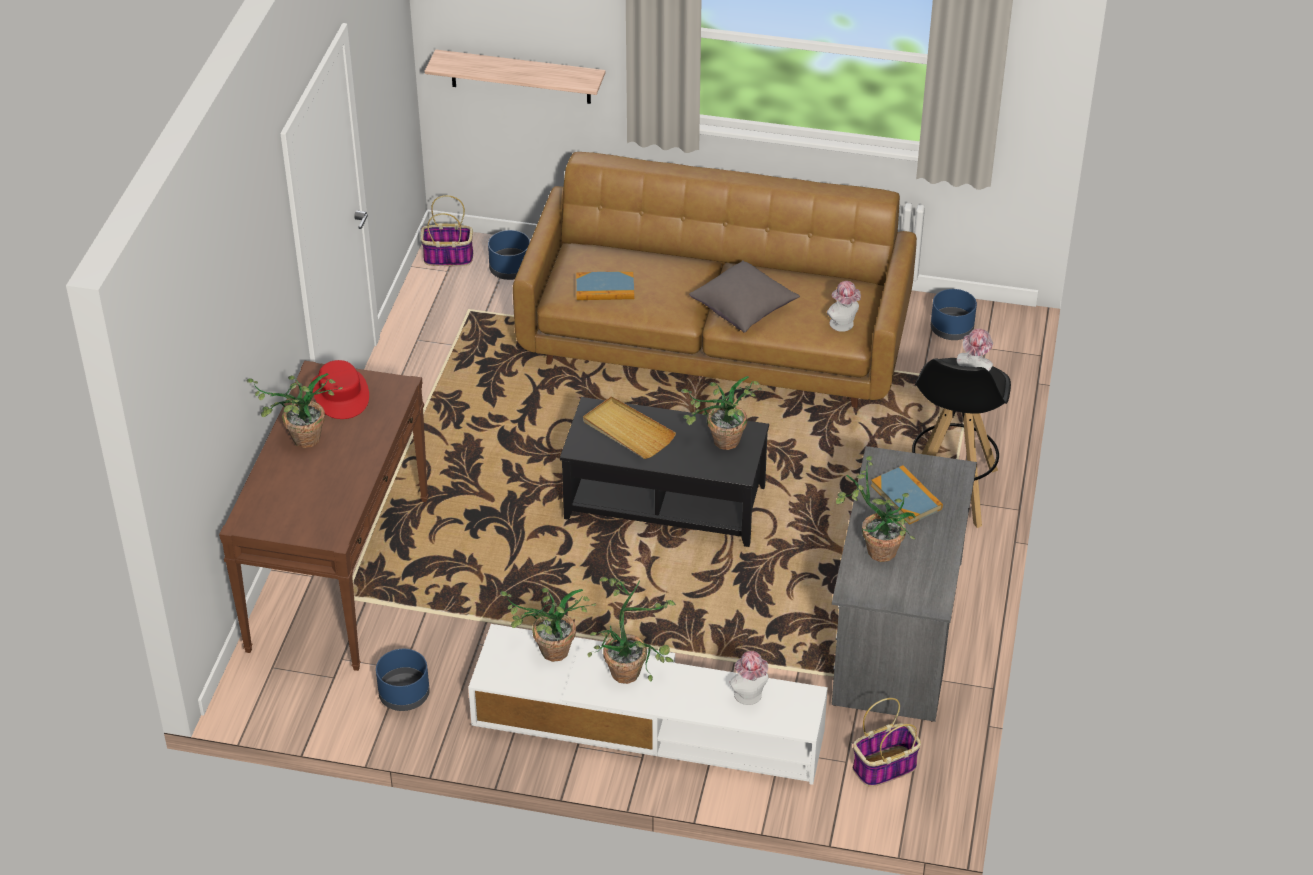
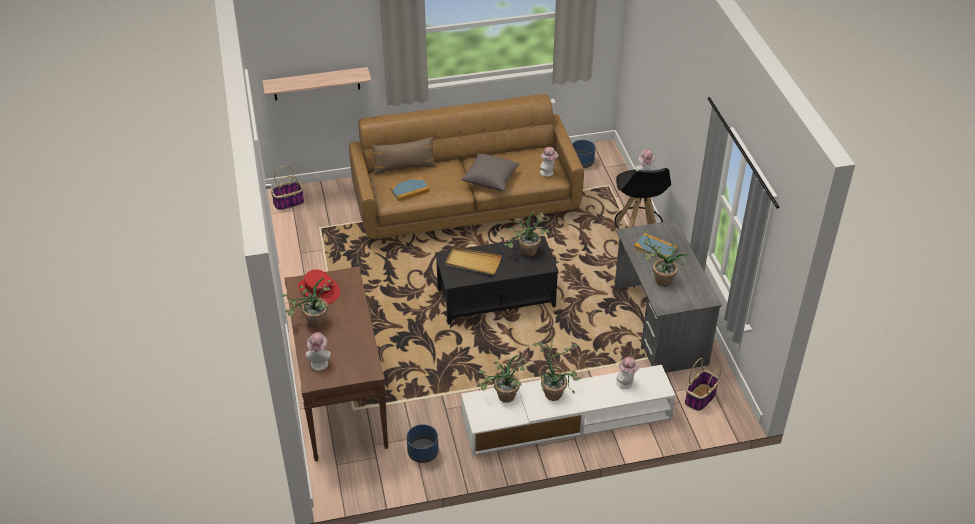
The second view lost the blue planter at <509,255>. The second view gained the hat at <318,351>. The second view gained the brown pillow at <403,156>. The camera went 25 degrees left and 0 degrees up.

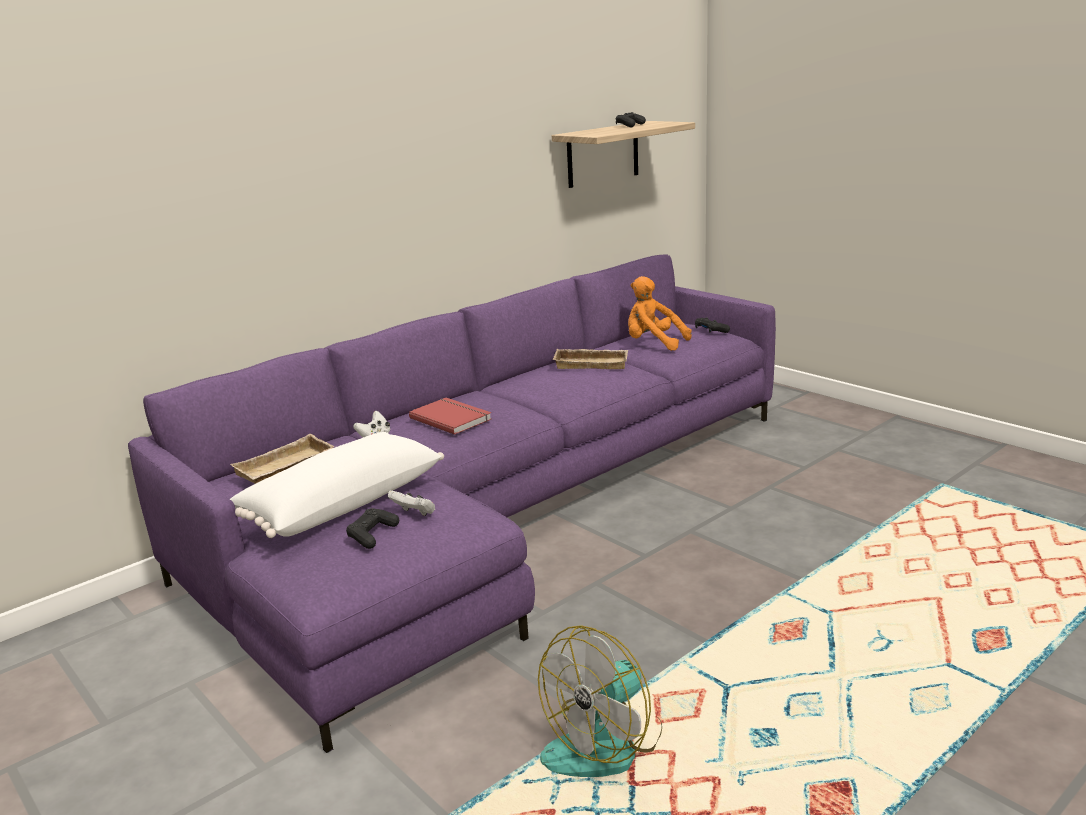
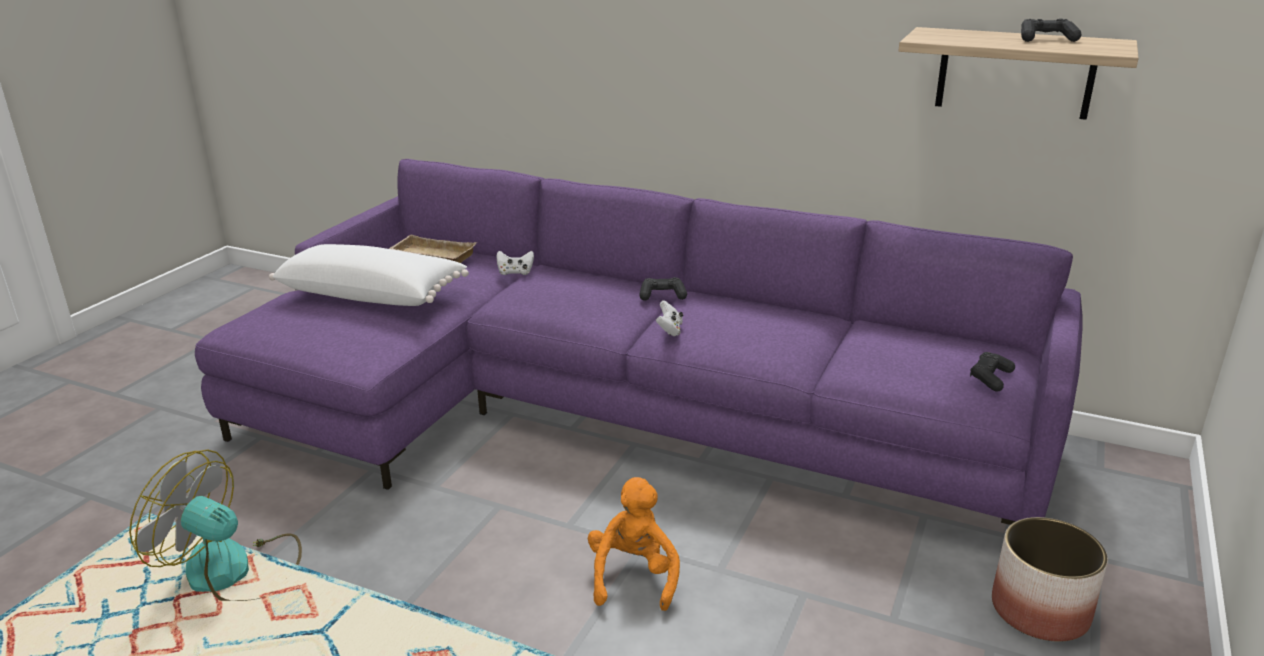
The black game controller ended up elsewhere, having gone from <372,528> to <663,289>. The white game controller ended up elsewhere, having gone from <411,503> to <669,318>. The second view lost the red book at <450,416>. The second view lost the beige tray at <590,359>. The orange plush toy ended up elsewhere, having gone from <660,313> to <634,544>. The second view gained the planter at <1050,579>. The camera went 65 degrees right and 5 degrees up.

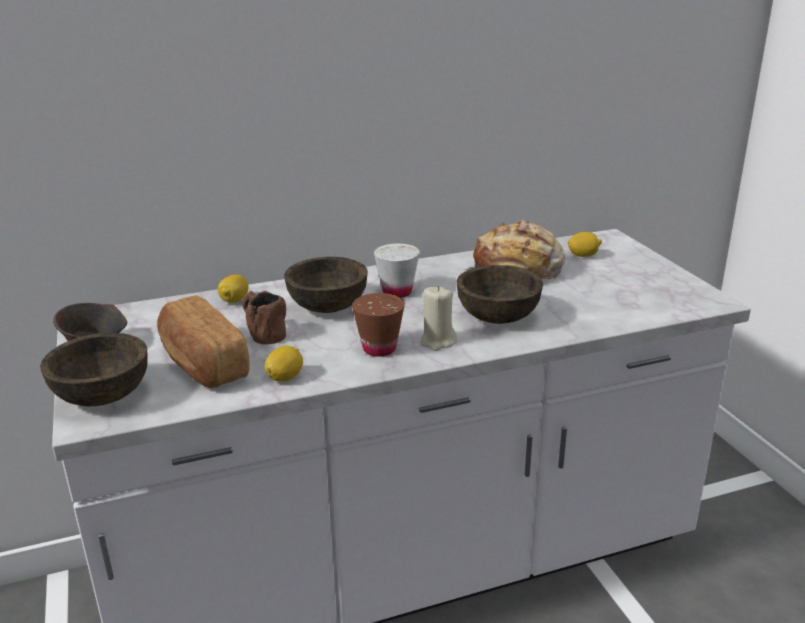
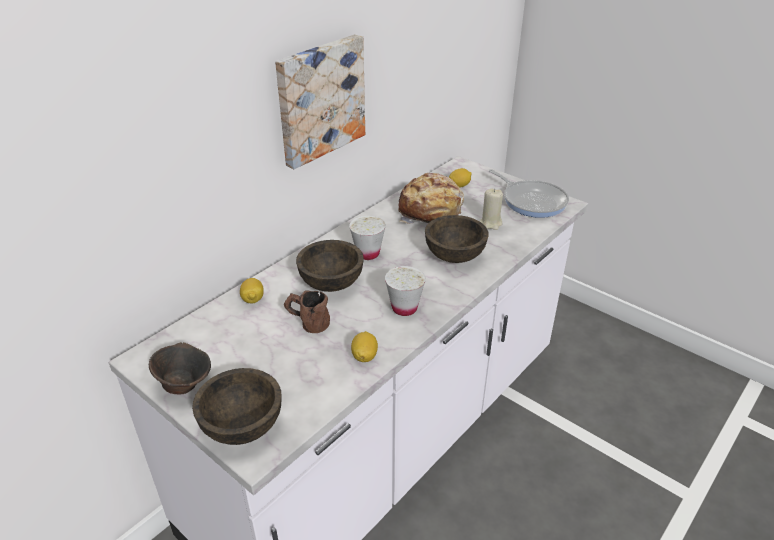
The second view lost the bread at <203,341>. What was the brown cup at <378,325> turned into the white cup at <405,291>. The beige candle ended up elsewhere, having gone from <438,318> to <491,209>. The second view gained the picture at <320,101>. The second view gained the frying pan at <528,193>. The camera went 30 degrees left and 10 degrees up.

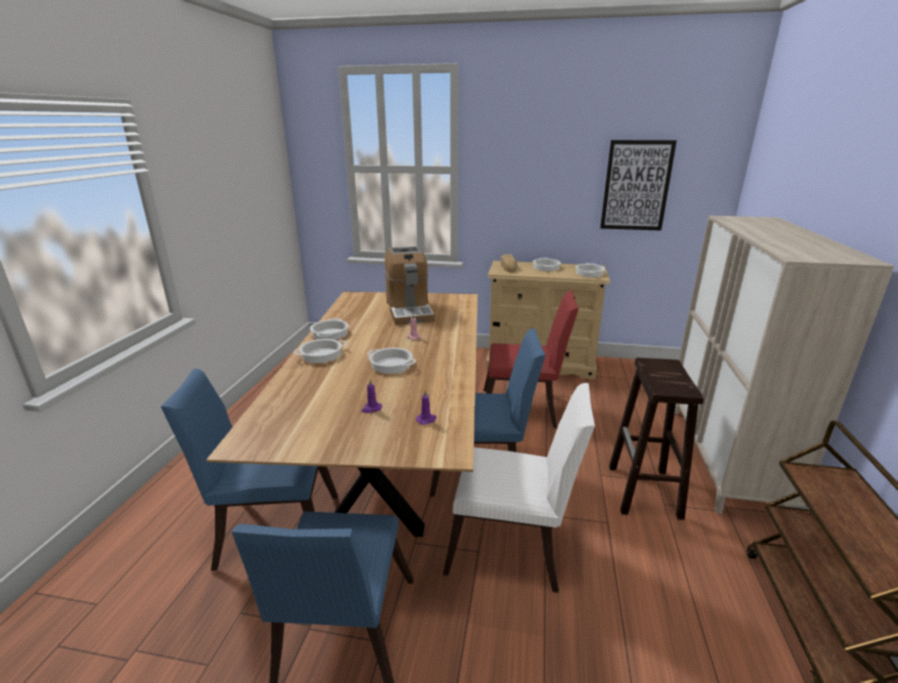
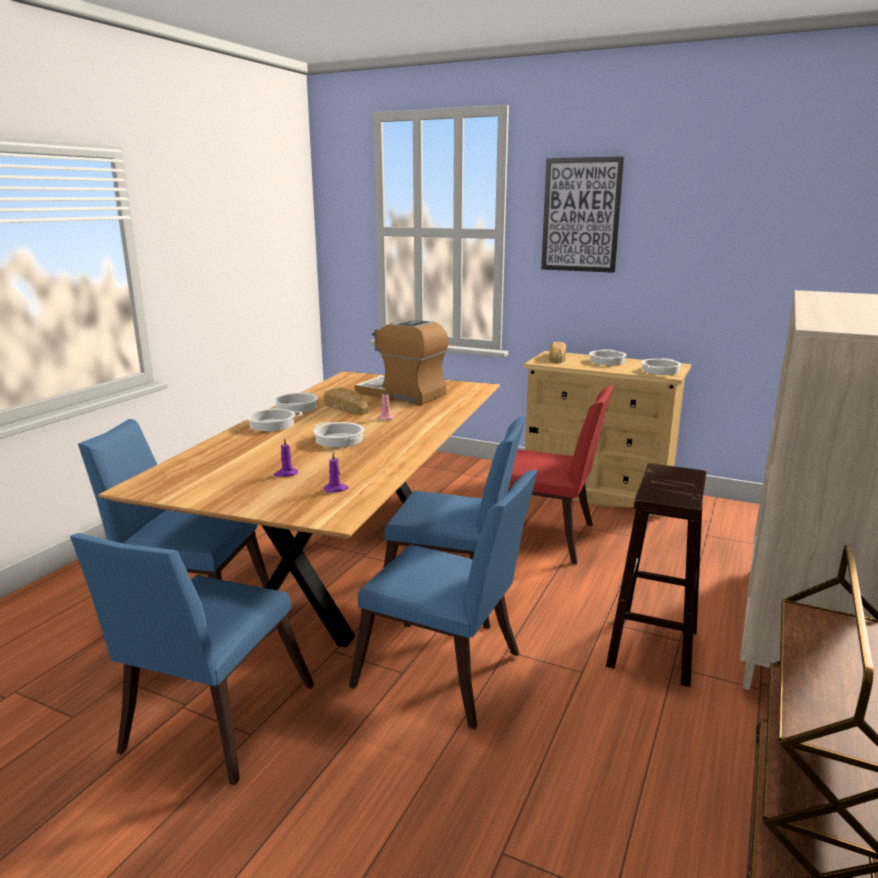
The coffee machine at <410,285> ended up facing another way, 120 degrees clockwise from before. What was the white chair at <519,488> turned into the blue chair at <443,599>. The picture ended up elsewhere, having gone from <638,185> to <582,214>. The second view gained the bread at <346,401>. The camera went 15 degrees right and 5 degrees down.

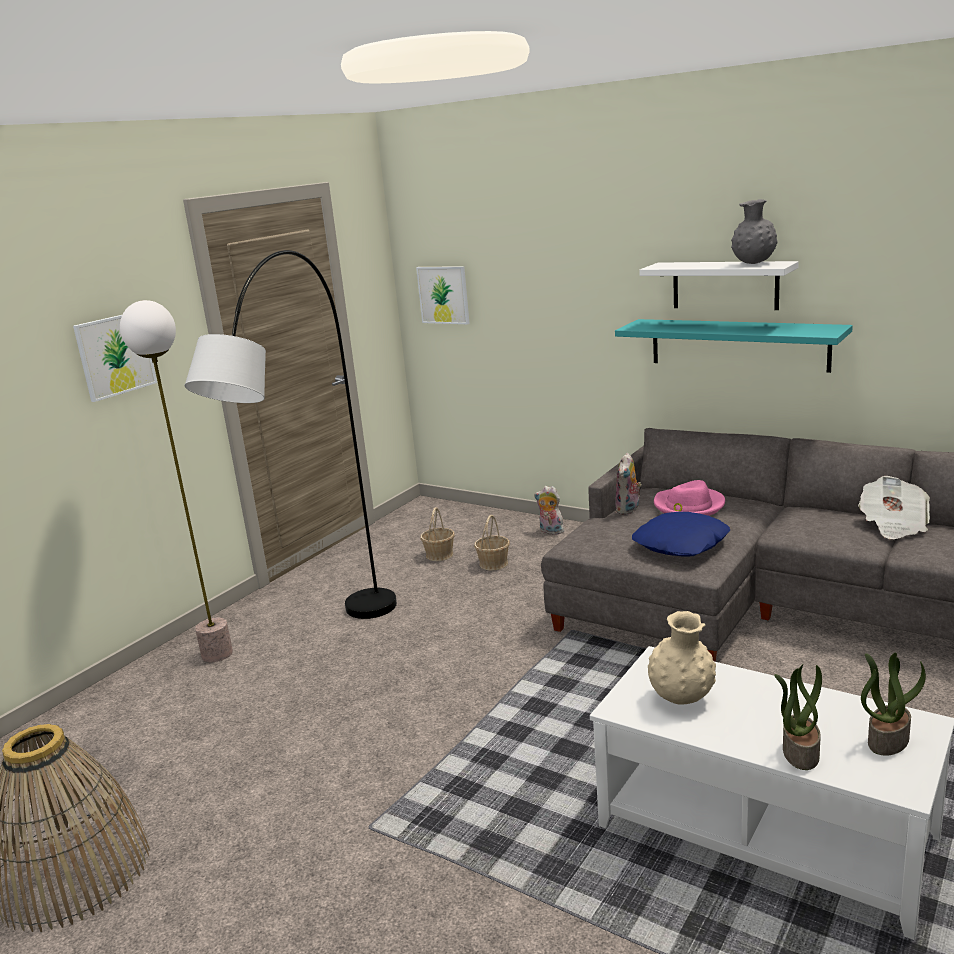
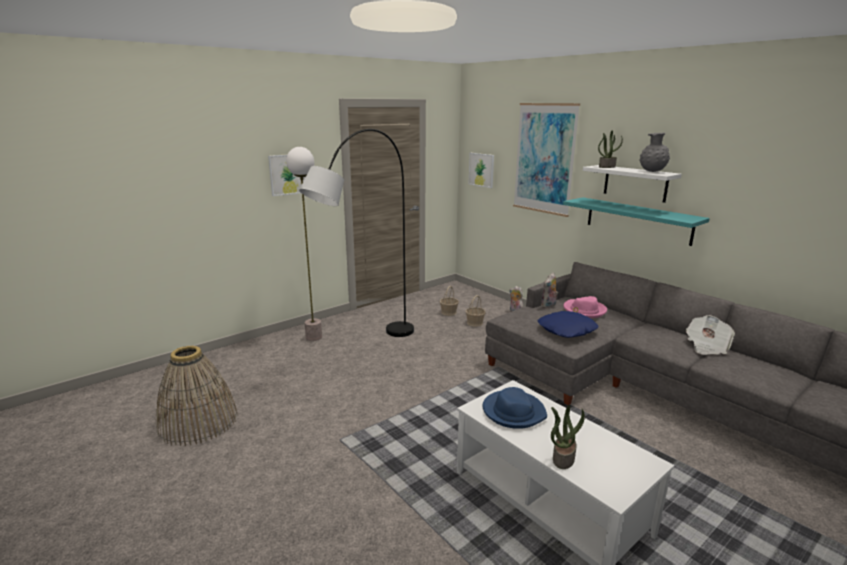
Where the beige vase stood at <682,658>, the blue hat came to stand at <515,408>. The potted plant ended up elsewhere, having gone from <893,704> to <610,149>. The second view gained the picture at <546,160>. The camera went 15 degrees right and 0 degrees up.

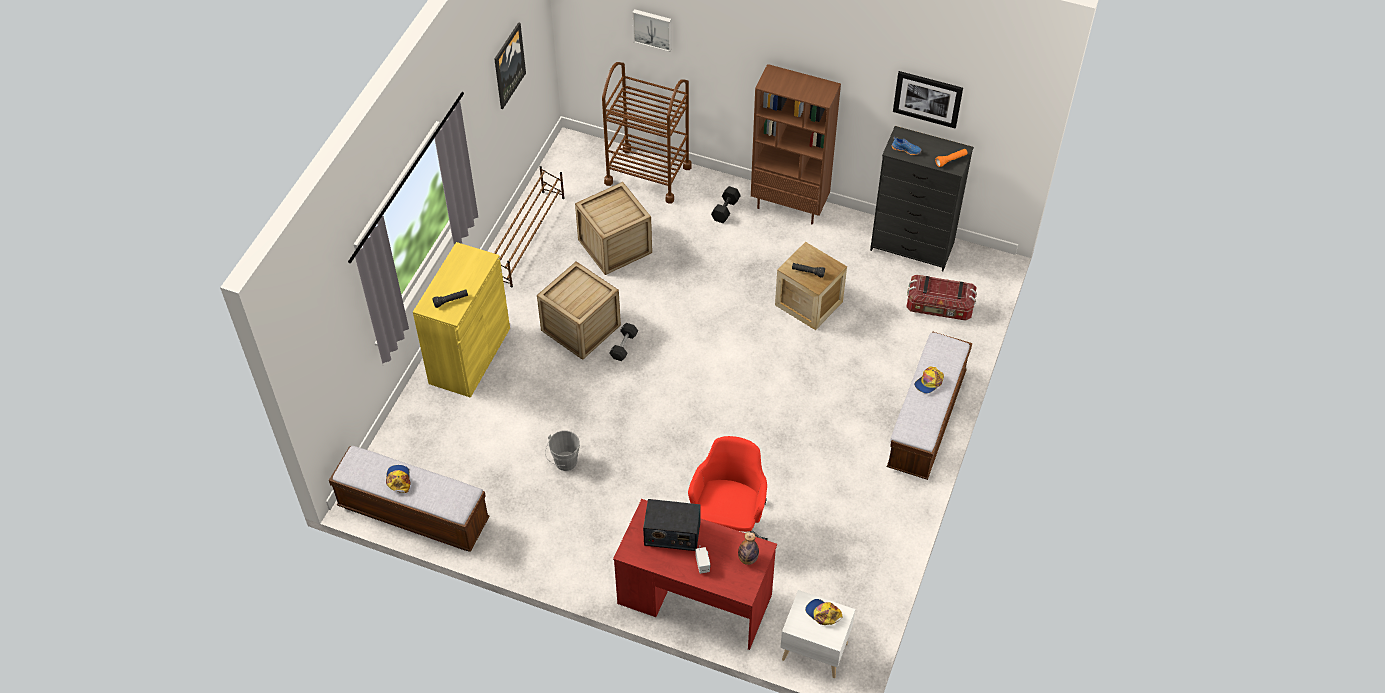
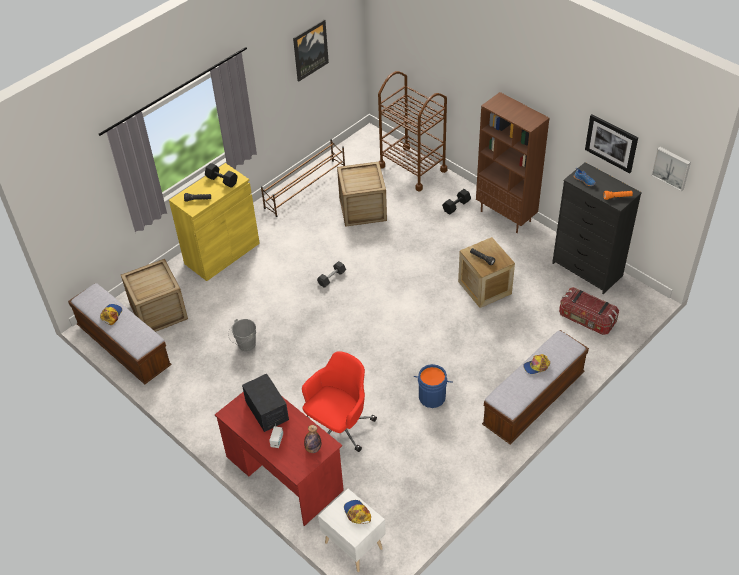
The crate ended up elsewhere, having gone from <579,310> to <154,295>. The picture ended up elsewhere, having gone from <652,30> to <671,168>. The radio at <672,525> ended up facing another way, 150 degrees counterclockwise from before. The second view gained the black dumbbell at <221,175>. The second view gained the blue bucket at <433,386>. The camera went 25 degrees right and 5 degrees down.

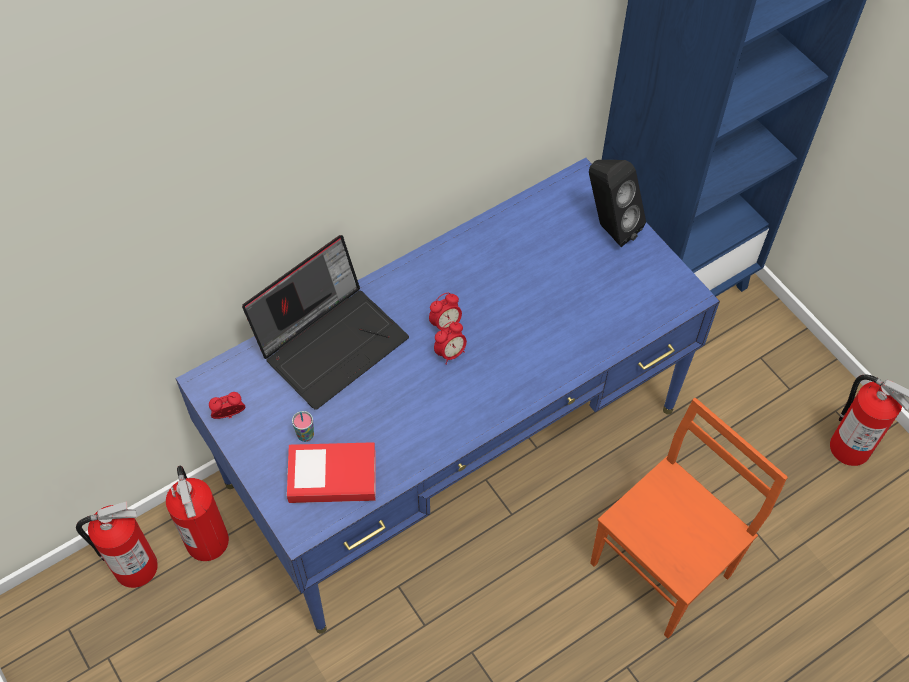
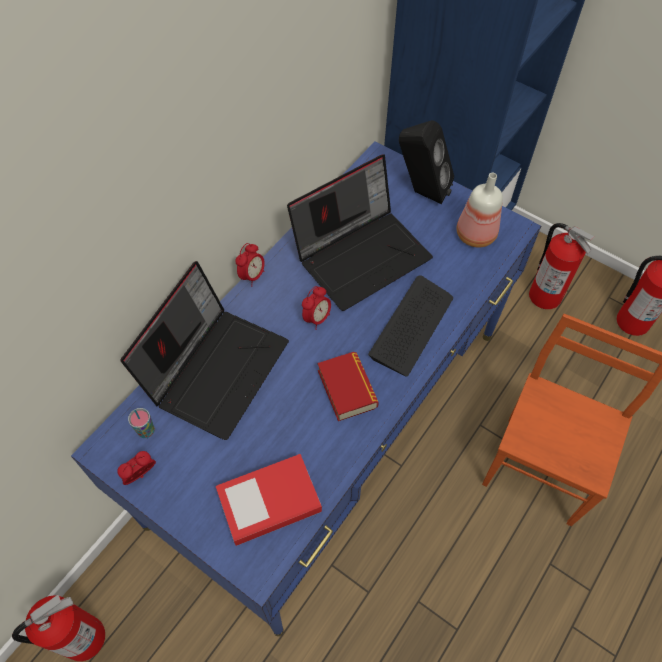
The fire extinguisher ended up elsewhere, having gone from <197,513> to <561,266>. The cup ended up elsewhere, having gone from <303,426> to <141,423>. The alarm clock ended up elsewhere, having gone from <450,343> to <250,264>. The second view gained the laptop at <360,232>. The second view gained the book at <348,386>. The second view gained the keyboard at <410,326>. The second view gained the bottle at <480,210>. The camera went 20 degrees left and 0 degrees up.

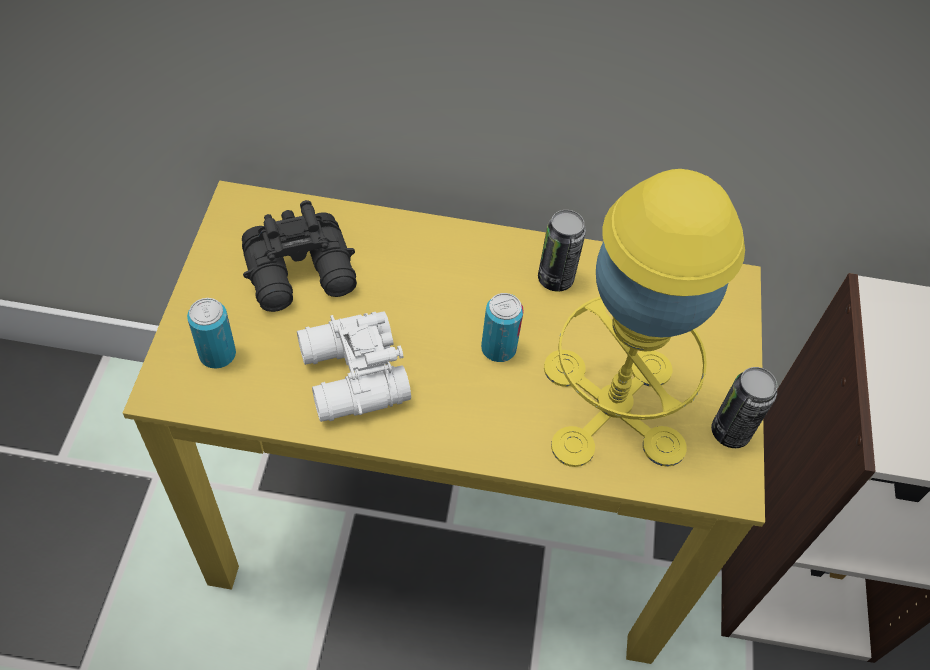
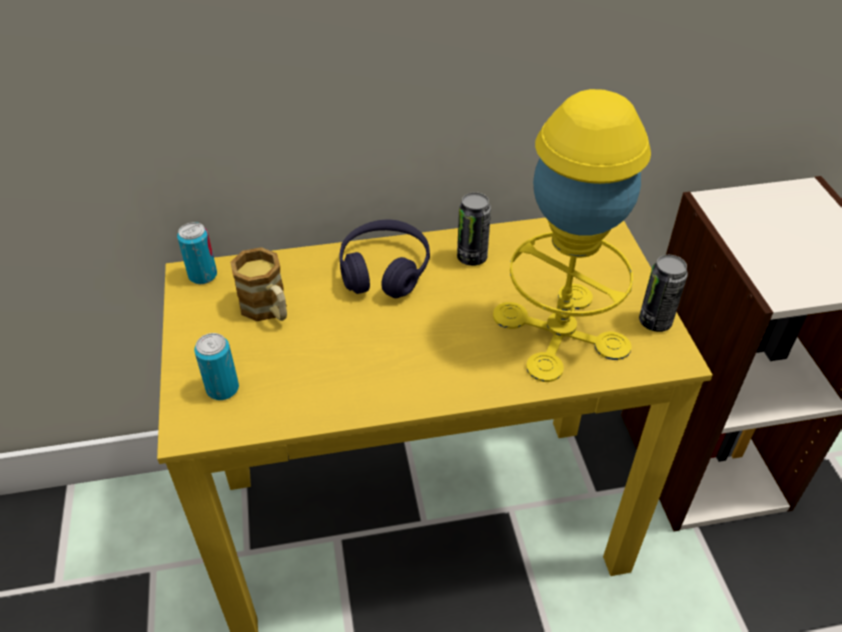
Where the black binoculars stood at <299,256>, the mug came to stand at <258,284>. The second view lost the white binoculars at <354,366>. The can ended up elsewhere, having gone from <502,327> to <197,253>. The second view gained the purple headphones at <384,259>. The camera went 15 degrees left and 10 degrees down.

